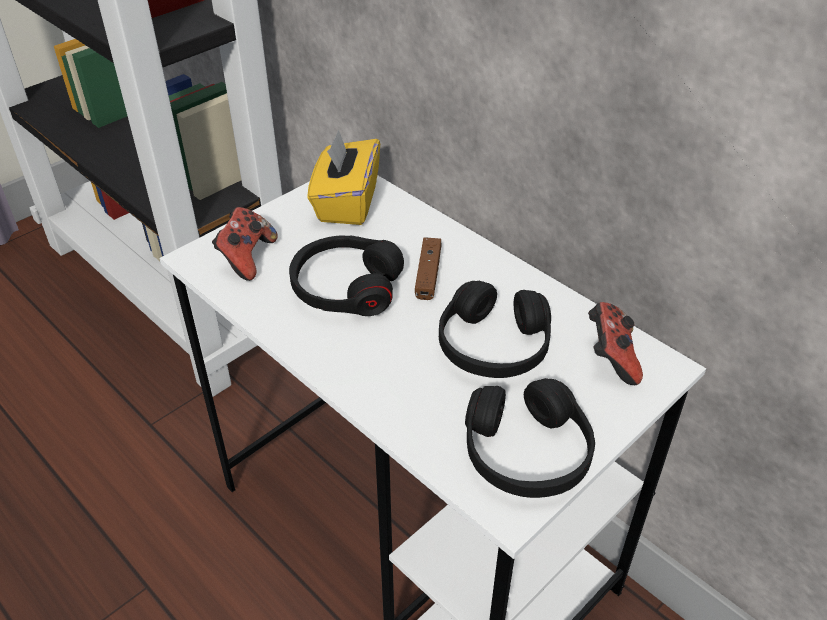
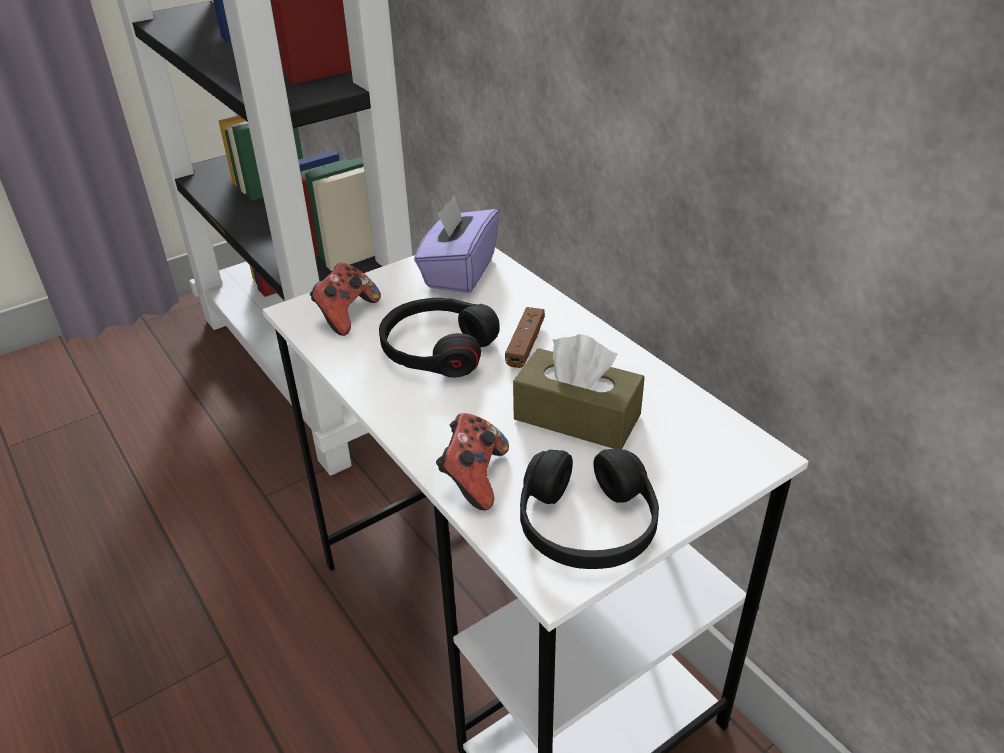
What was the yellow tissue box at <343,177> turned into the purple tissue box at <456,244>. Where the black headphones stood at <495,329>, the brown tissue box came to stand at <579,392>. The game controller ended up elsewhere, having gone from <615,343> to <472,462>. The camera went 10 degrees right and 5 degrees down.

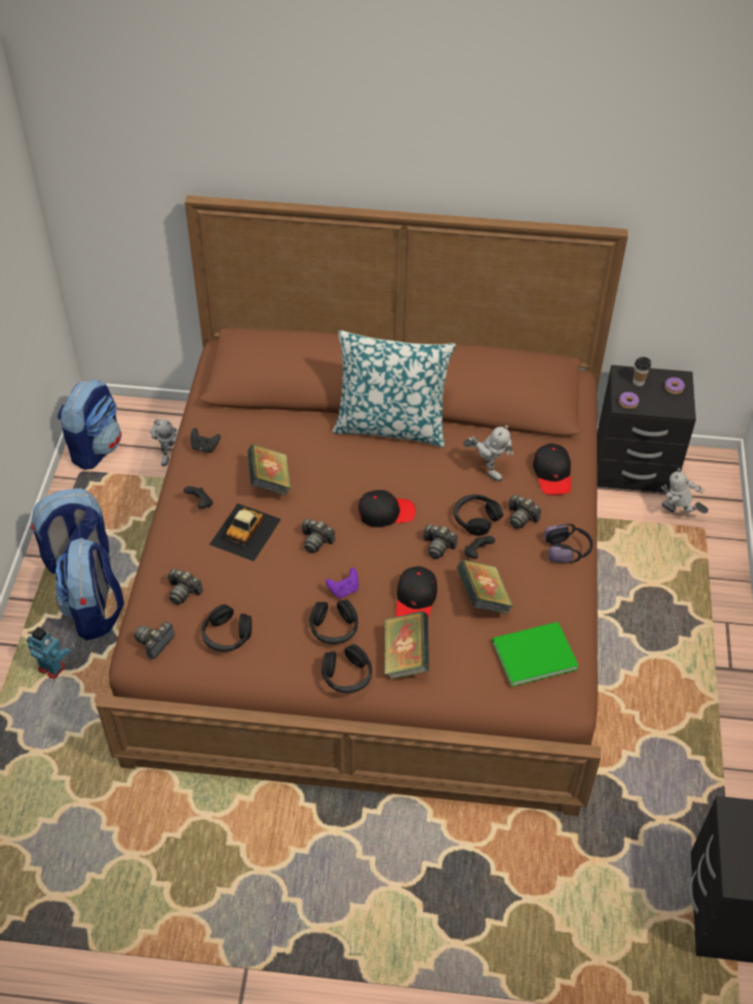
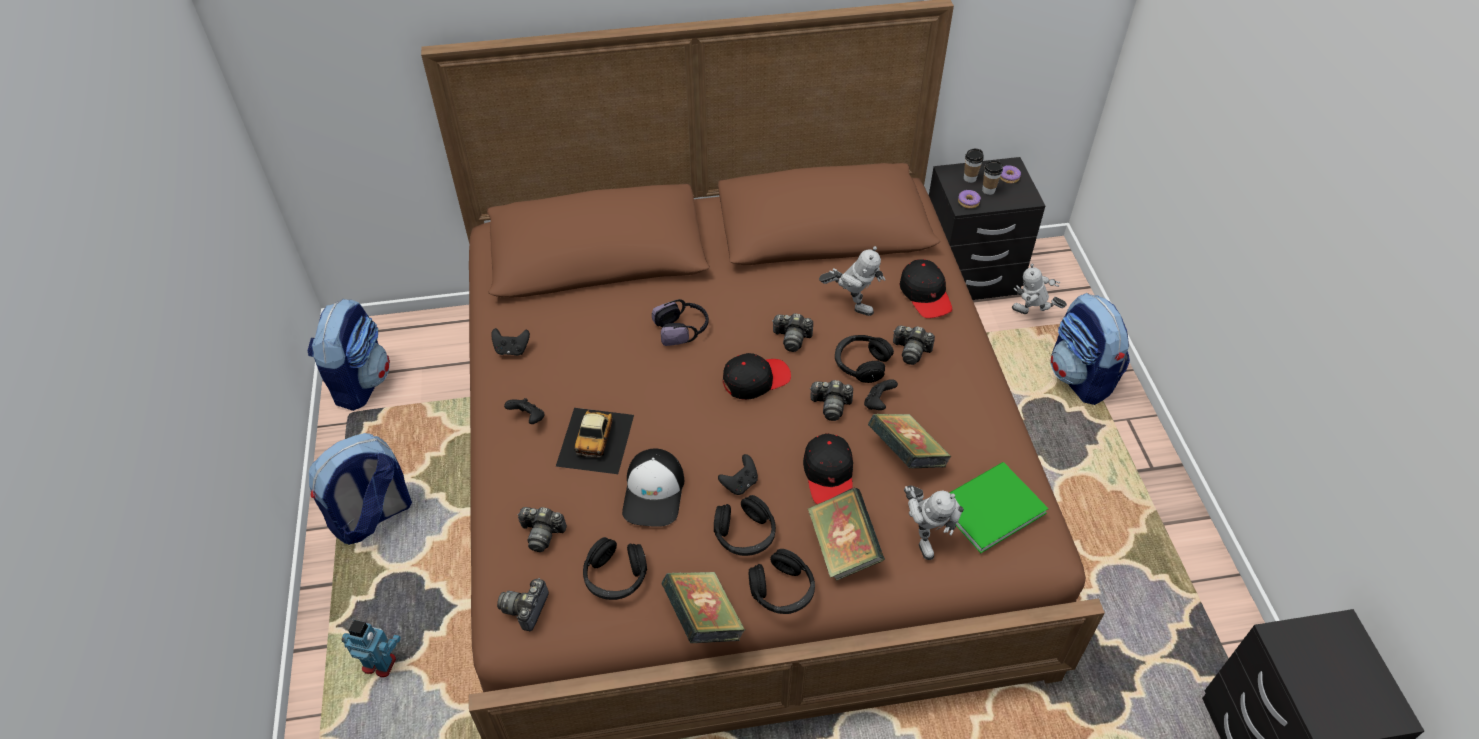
The backpack ended up elsewhere, having gone from <90,589> to <1090,349>. The toy robot ended up elsewhere, having gone from <164,442> to <934,523>. The book ended up elsewhere, having gone from <269,470> to <703,607>. The photo camera ended up elsewhere, having gone from <318,535> to <792,332>. What was the purple game controller at <342,583> turned into the black game controller at <738,474>. The second view lost the pillow at <394,388>. The headphones ended up elsewhere, having gone from <568,543> to <680,322>. The second view gained the cap at <653,488>. The second view gained the cup at <992,178>. The camera went 15 degrees left and 0 degrees up.

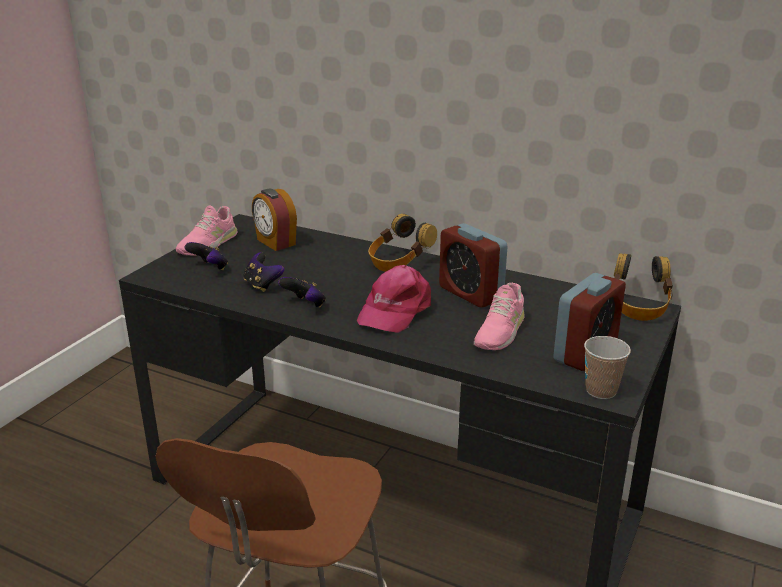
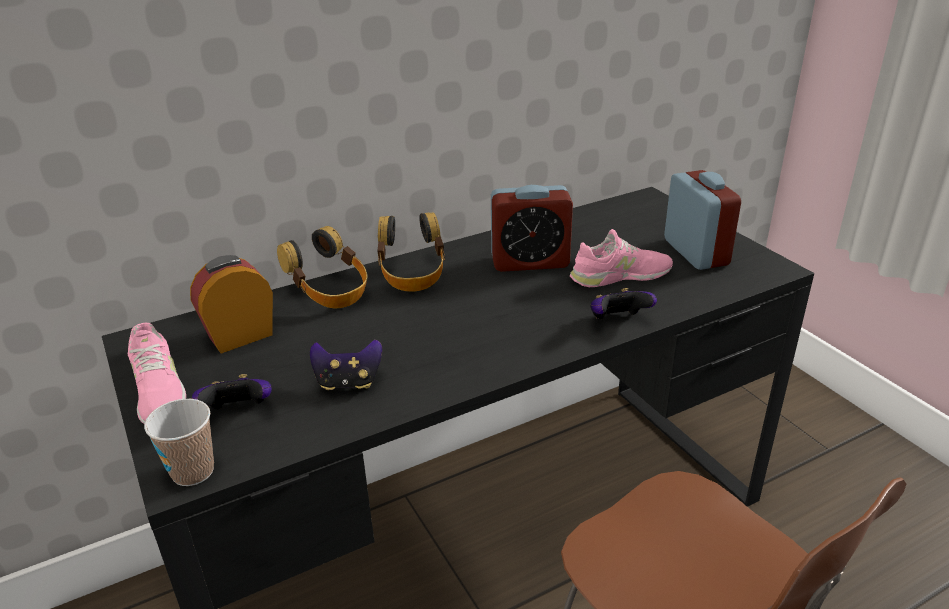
The alarm clock at <274,219> ended up facing another way, 150 degrees clockwise from before. The game controller ended up elsewhere, having gone from <302,292> to <624,303>. The second view lost the pink cap at <394,299>. The pink shoe at <499,316> ended up facing another way, 75 degrees counterclockwise from before. The cup ended up elsewhere, having gone from <607,367> to <179,442>. The headphones ended up elsewhere, having gone from <643,287> to <322,267>. The camera went 55 degrees left and 5 degrees up.

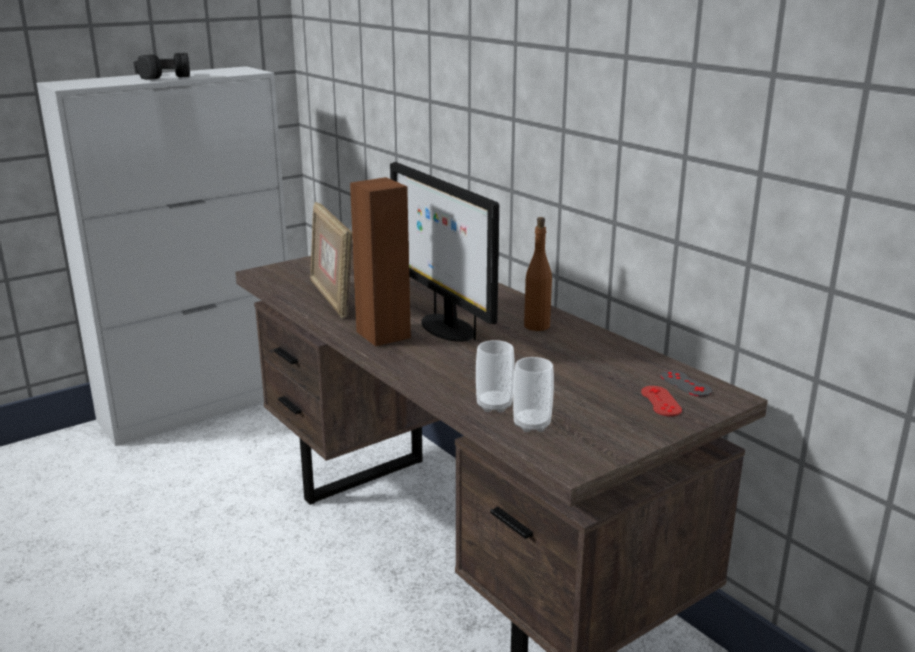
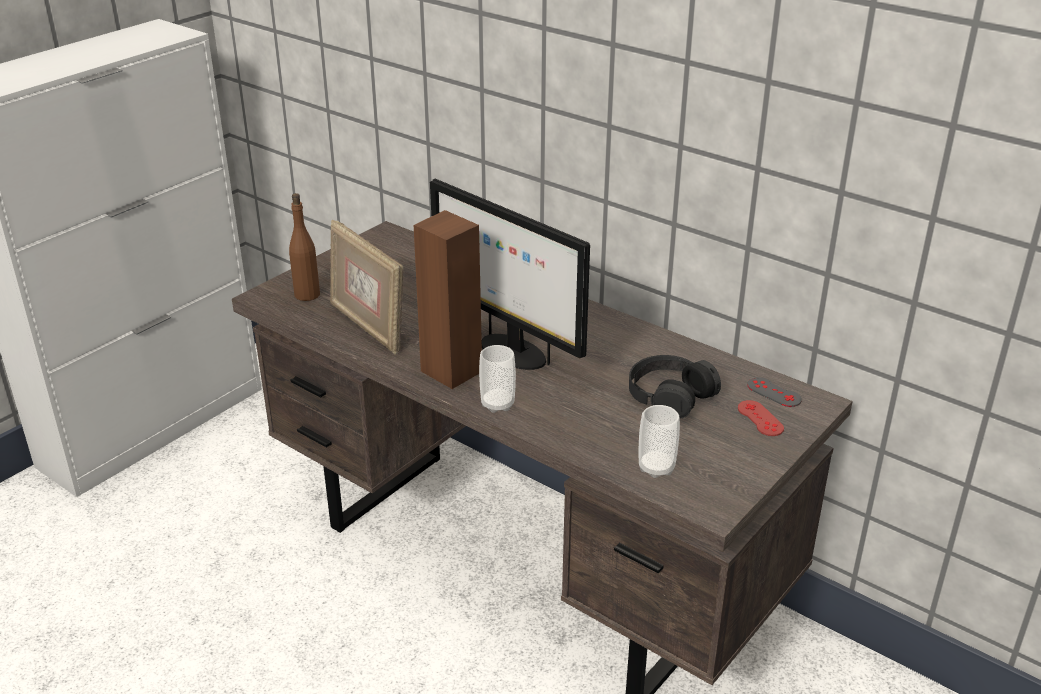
The black headphones ended up elsewhere, having gone from <162,66> to <675,387>. The cup ended up elsewhere, having gone from <495,376> to <497,379>. The brown bottle ended up elsewhere, having gone from <538,274> to <304,247>. The camera went 15 degrees left and 10 degrees up.

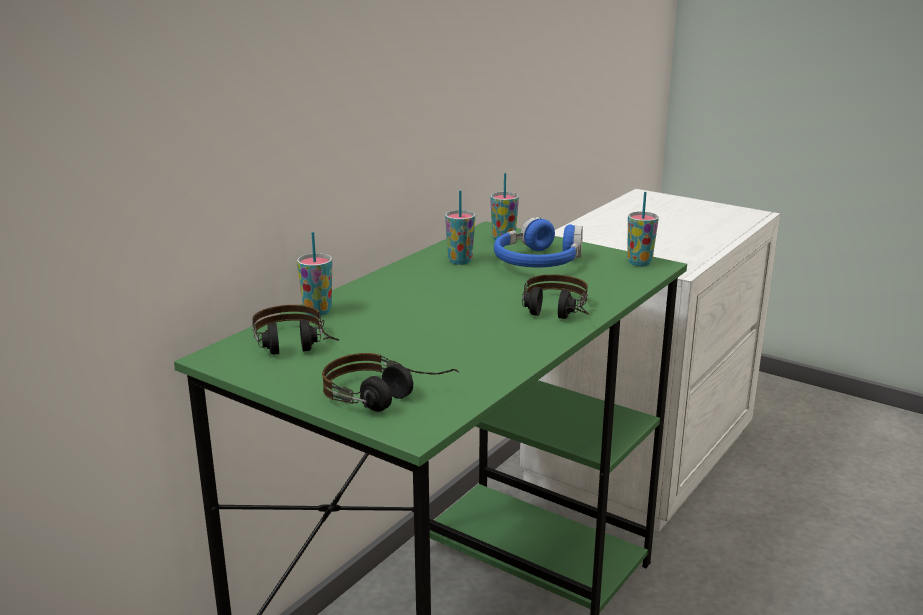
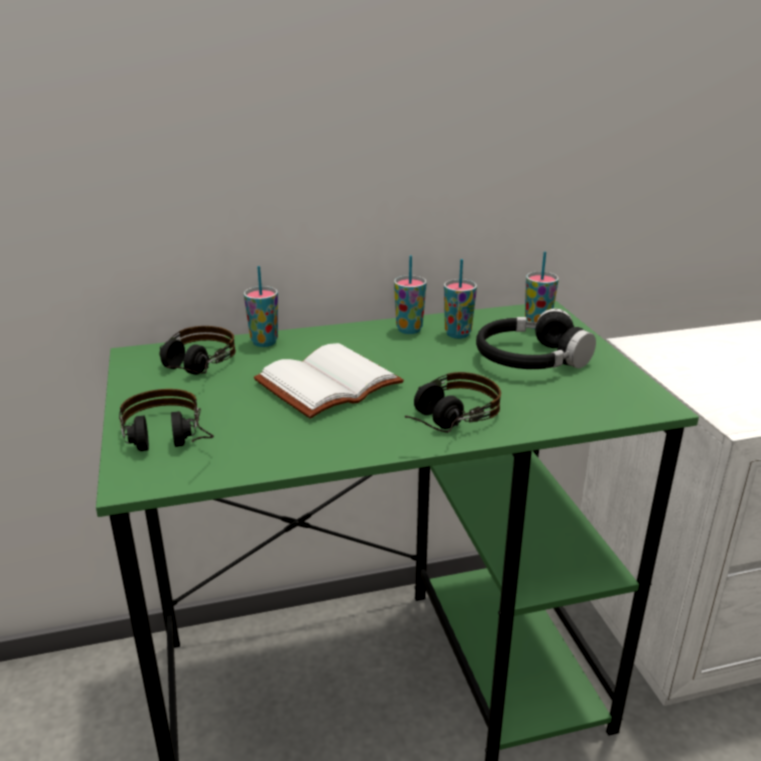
What was the blue headphones at <538,242> turned into the black headphones at <536,338>. The cup ended up elsewhere, having gone from <643,229> to <410,294>. The second view gained the white book at <329,381>. The camera went 40 degrees right and 5 degrees up.

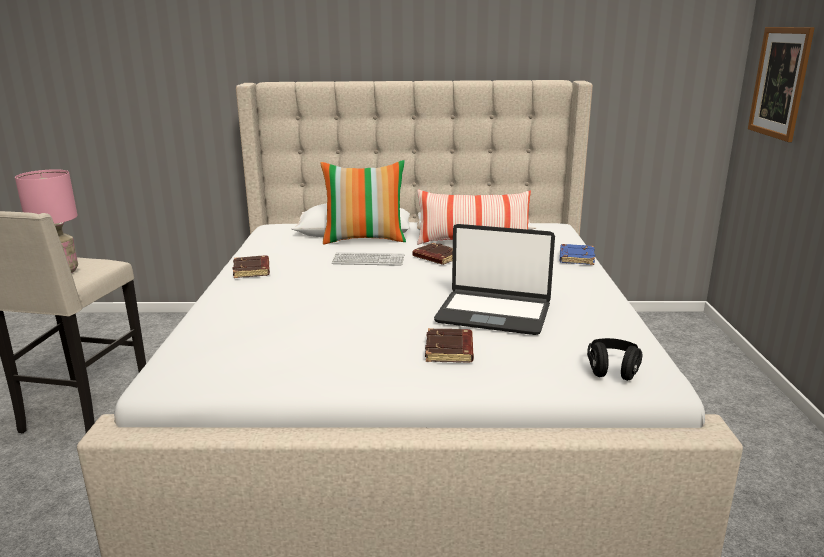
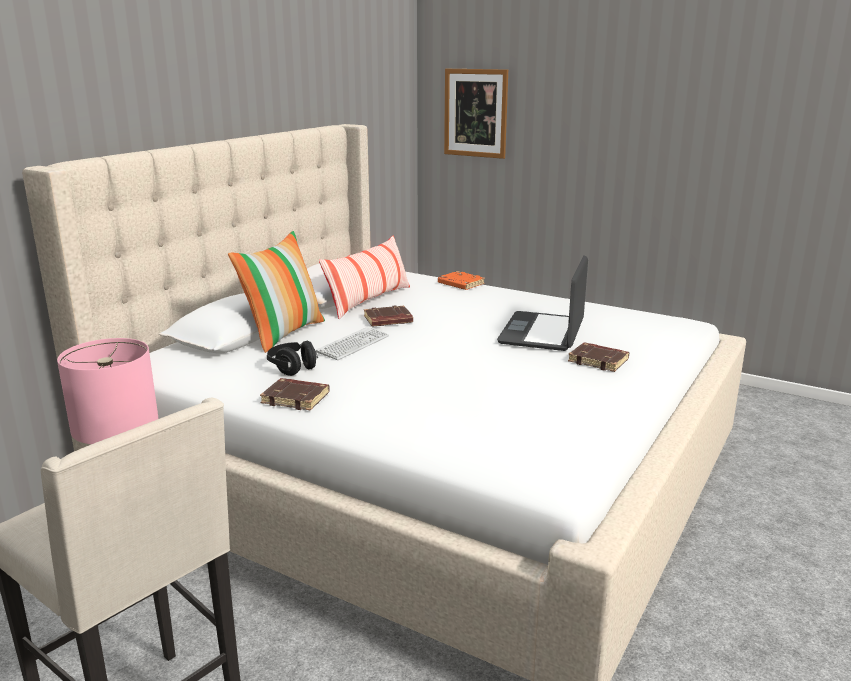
The laptop at <494,279> ended up facing another way, 150 degrees clockwise from before. What was the blue book at <577,254> turned into the orange book at <461,280>. The black headphones ended up elsewhere, having gone from <614,359> to <292,358>. The camera went 60 degrees left and 0 degrees up.

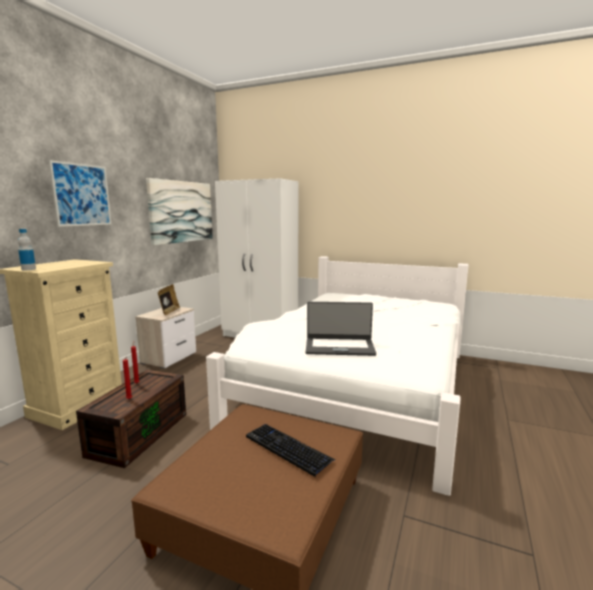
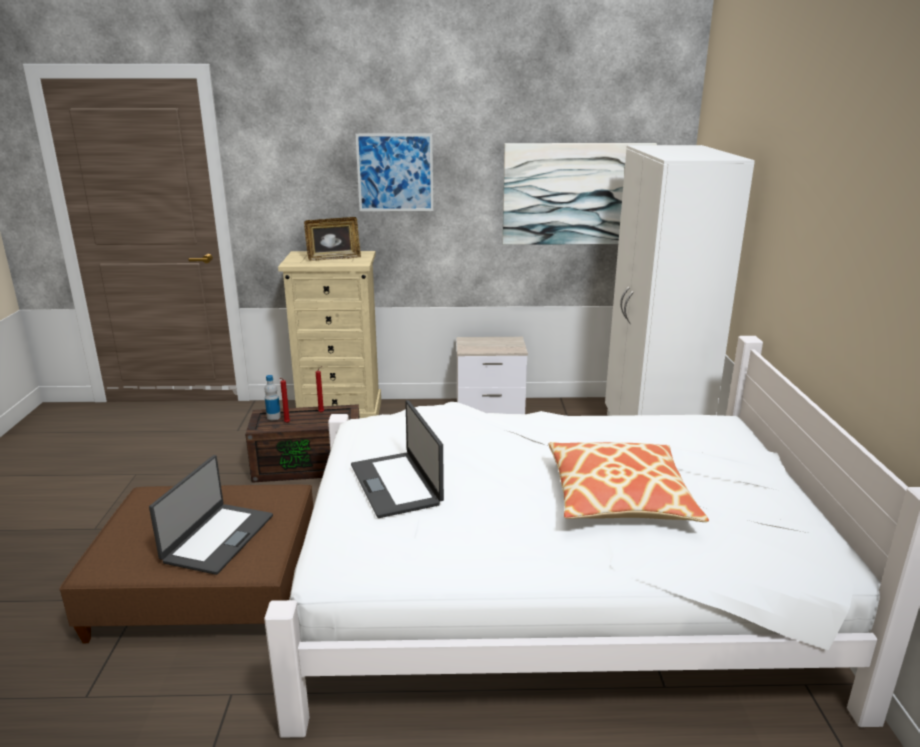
The bottle ended up elsewhere, having gone from <27,249> to <273,397>. The picture frame ended up elsewhere, having gone from <169,299> to <332,239>. Where the keyboard stood at <290,450>, the laptop came to stand at <211,515>. The second view gained the pillow at <629,482>. The camera went 65 degrees right and 10 degrees up.

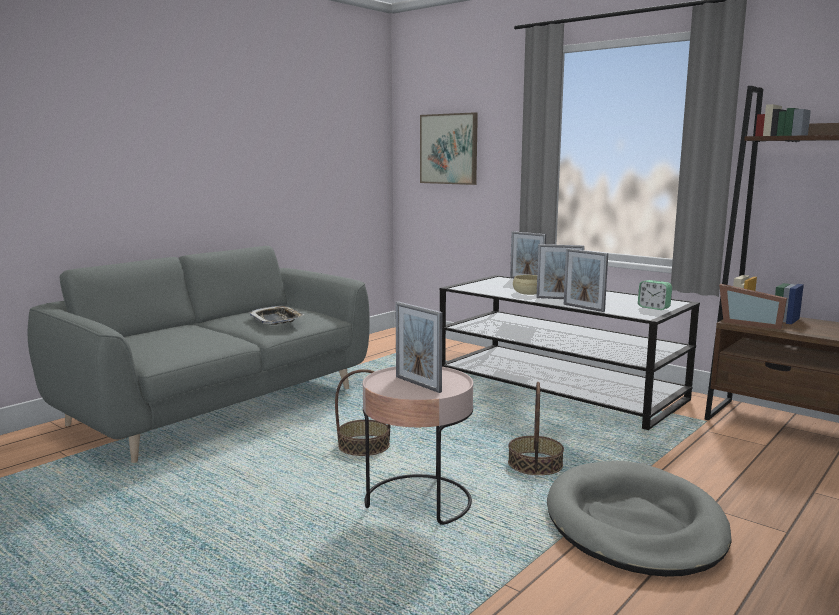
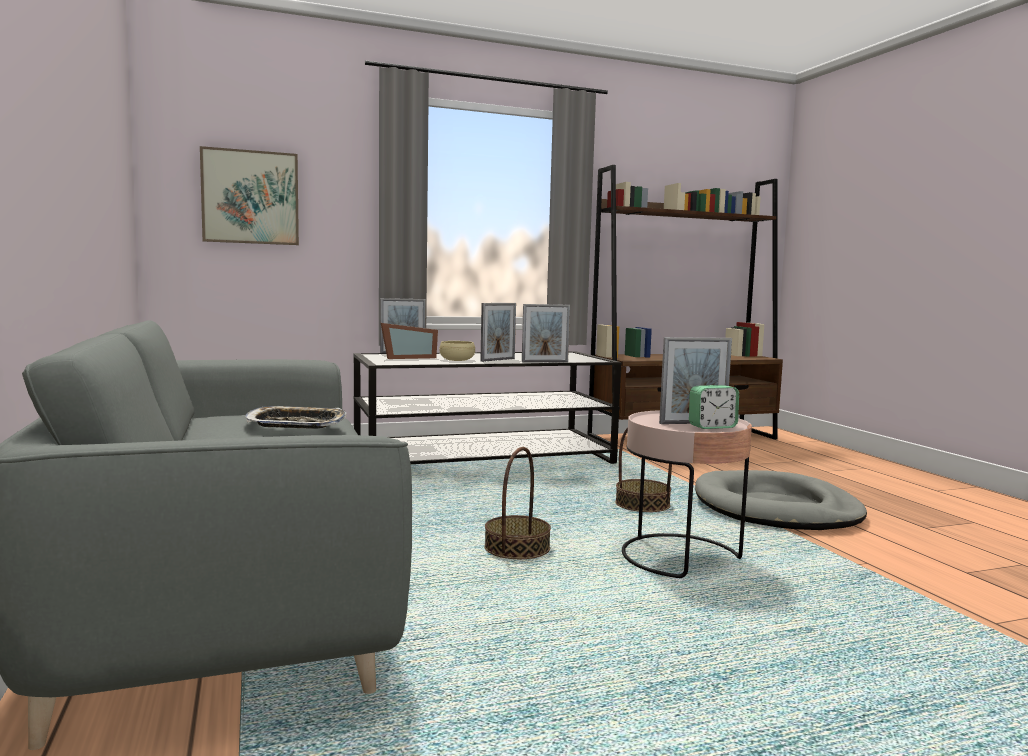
The alarm clock ended up elsewhere, having gone from <655,295> to <714,407>. The picture frame ended up elsewhere, having gone from <753,307> to <409,341>. The camera went 60 degrees left and 5 degrees down.

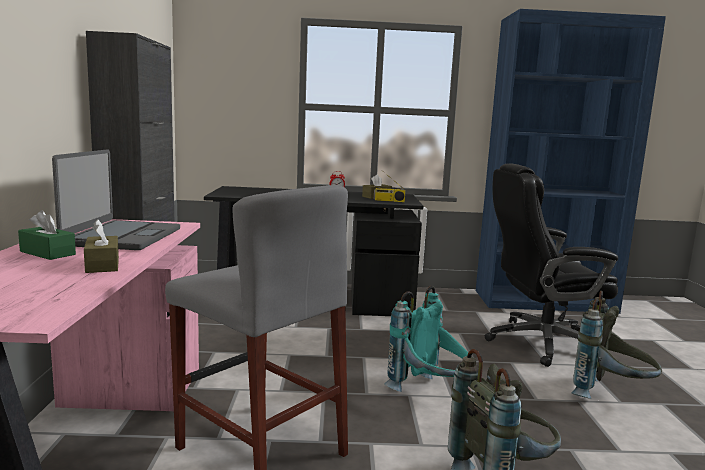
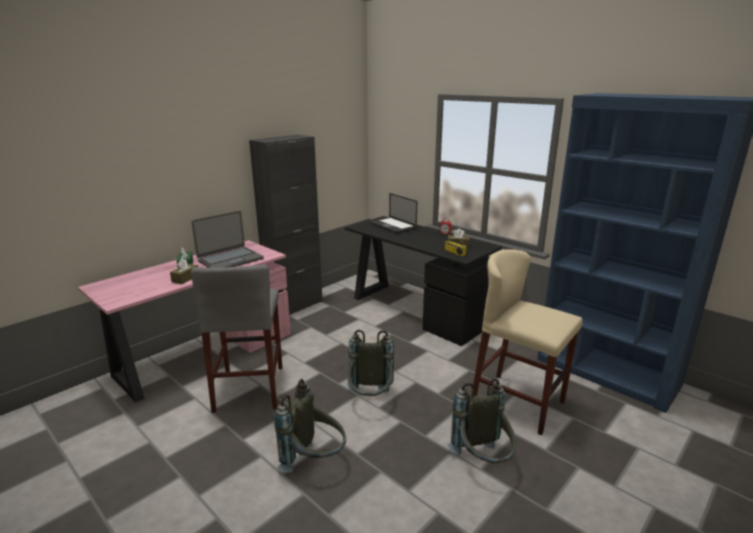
What was the turquoise backpack at <426,339> turned into the grey backpack at <370,363>. Where the black office chair stood at <551,265>, the beige stool came to stand at <528,342>. The second view gained the laptop at <393,213>. The camera went 45 degrees right and 10 degrees up.

